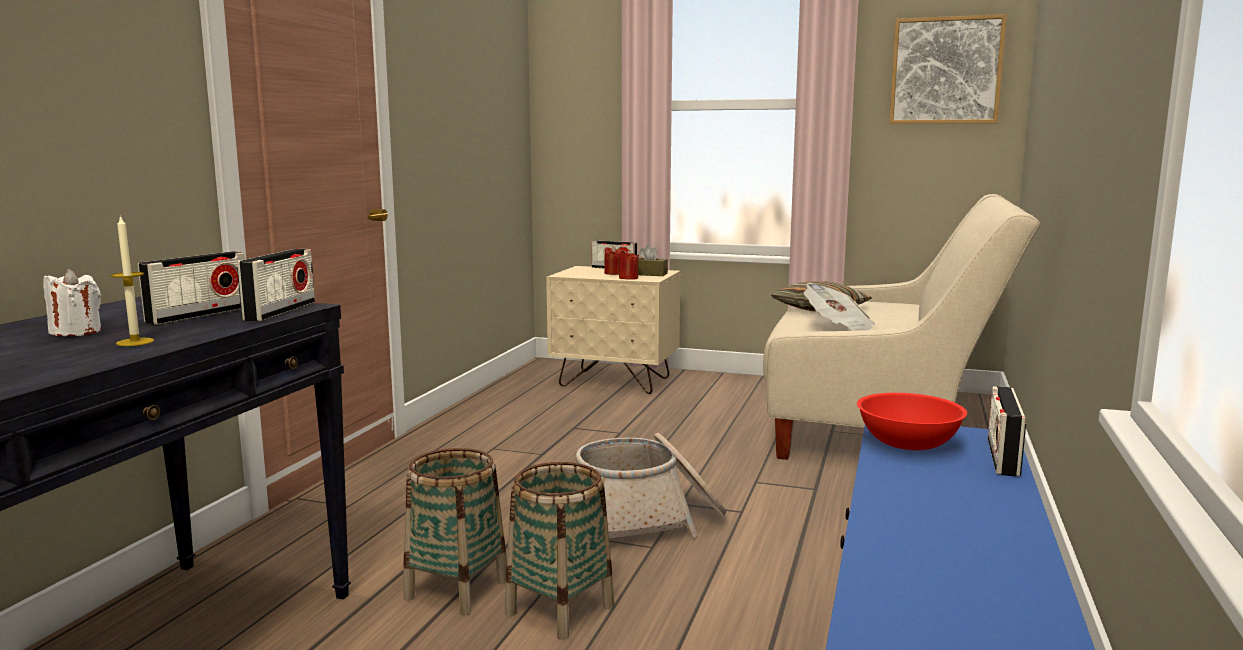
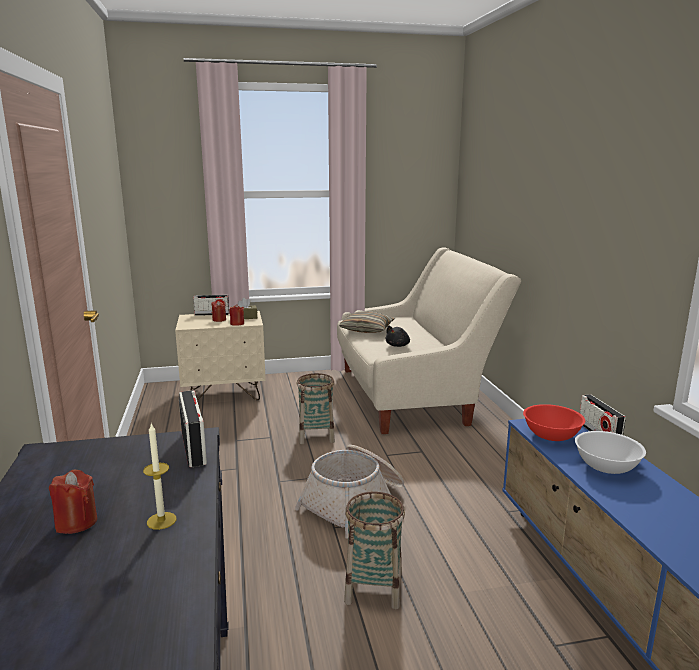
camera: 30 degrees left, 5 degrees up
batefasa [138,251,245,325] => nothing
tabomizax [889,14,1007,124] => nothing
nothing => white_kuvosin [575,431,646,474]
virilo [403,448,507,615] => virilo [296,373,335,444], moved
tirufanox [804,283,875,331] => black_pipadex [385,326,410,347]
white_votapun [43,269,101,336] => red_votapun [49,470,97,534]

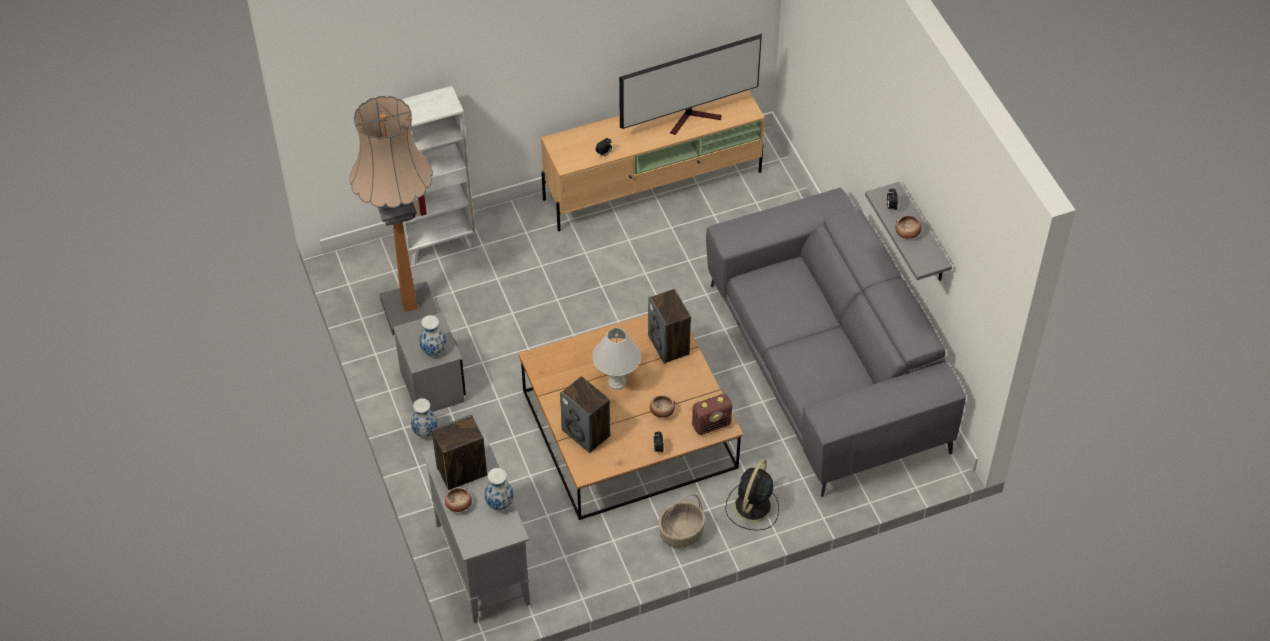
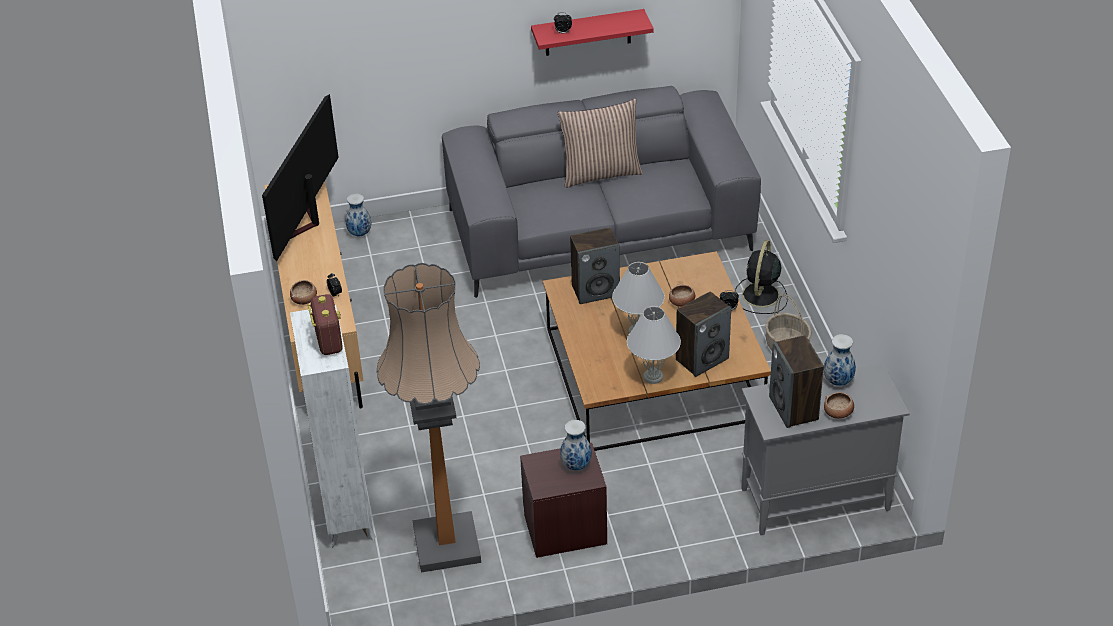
camera: 80 degrees left, 10 degrees down
nothing => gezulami [558,99,643,188]
nothing => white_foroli [627,306,681,384]
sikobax [411,398,437,438] => sikobax [346,194,372,237], moved
batefasa [692,394,732,435] => batefasa [308,294,343,355], moved
kuvosin [895,215,922,239] => kuvosin [290,280,317,305], moved
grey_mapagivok [393,312,466,412] => brown_mapagivok [520,443,607,558]
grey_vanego [865,182,952,281] => red_vanego [531,9,654,56]
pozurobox [619,34,762,135] => pozurobox [262,94,339,261], 150 degrees counterclockwise
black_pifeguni [725,459,779,531] => black_pifeguni [735,240,788,314], 75 degrees clockwise

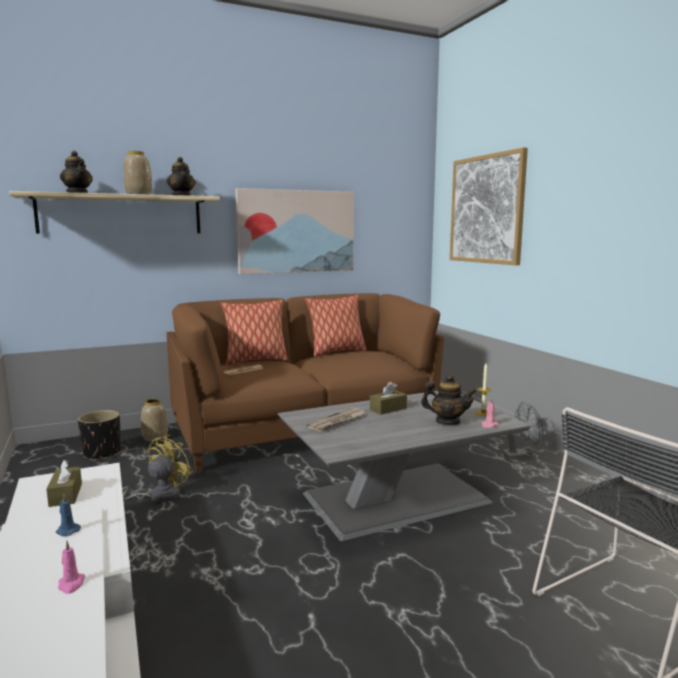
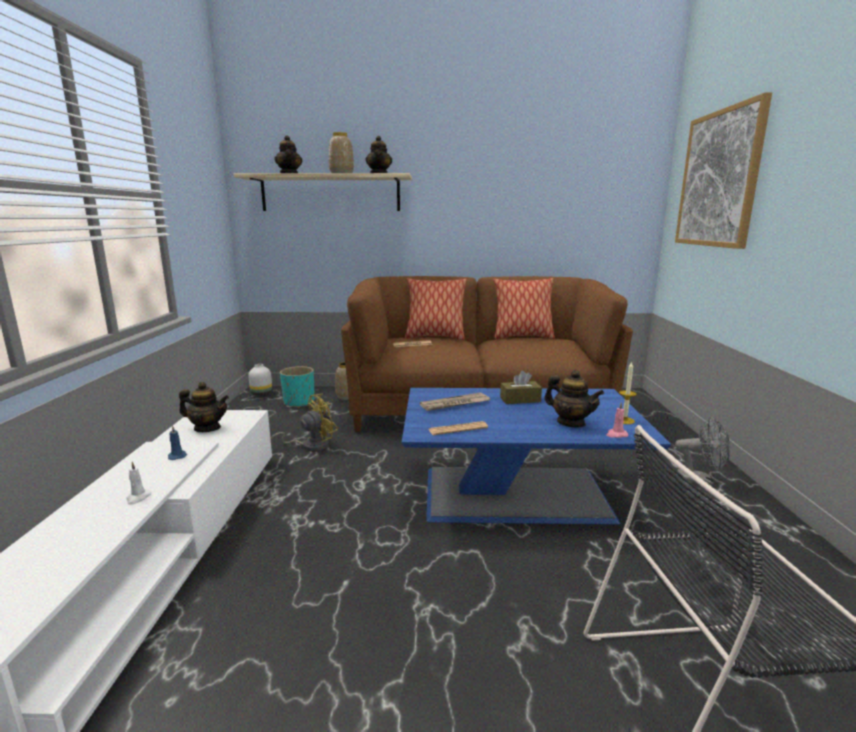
camera: 25 degrees right, 5 degrees up
tabomizax [235,188,354,274] => nothing
nothing => white_sikobax [248,364,272,396]
nothing => tirufanox [428,421,488,435]
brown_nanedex [46,460,82,507] => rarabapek [179,382,229,432]
pink_votapun [58,541,85,594] => white_votapun [126,462,151,505]
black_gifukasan [78,410,121,459] => turquoise_gifukasan [280,366,314,408]
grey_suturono [278,391,531,541] => blue_suturono [402,388,671,524]

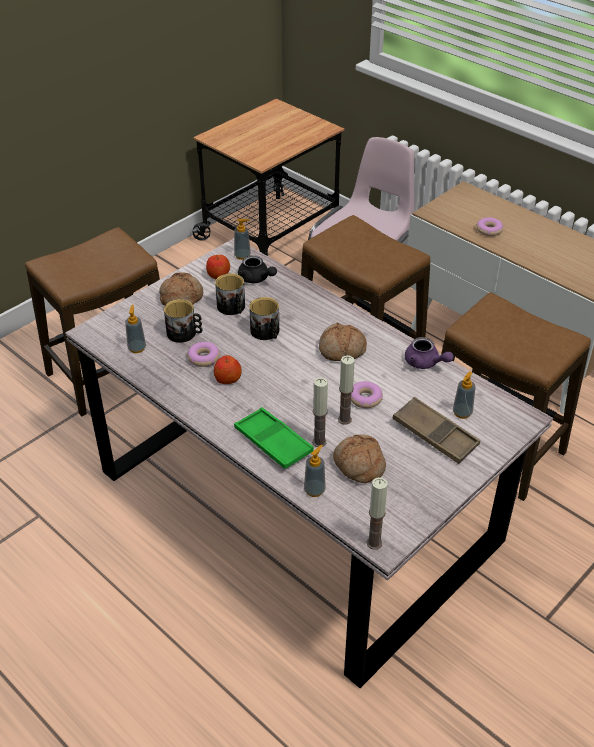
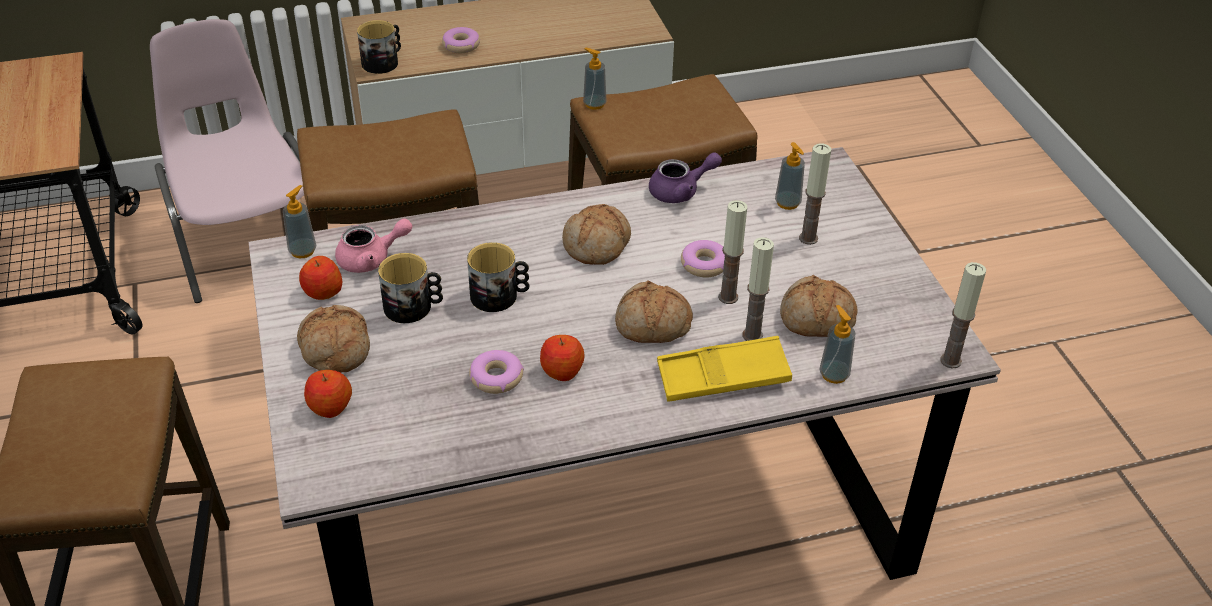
camera: 60 degrees left, 0 degrees up
nothing => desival [304,370,352,418]
nothing => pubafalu [615,281,693,343]
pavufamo [125,305,146,353] => pavufamo [583,48,607,110], moved
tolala [164,299,202,343] => tolala [357,20,401,74], moved
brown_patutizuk [392,397,480,464] => votapun [799,144,832,245]
green_patutizuk [234,407,314,469] => yellow_patutizuk [657,336,792,401]
black_rarabapek [238,255,277,283] => pink_rarabapek [335,218,412,273]

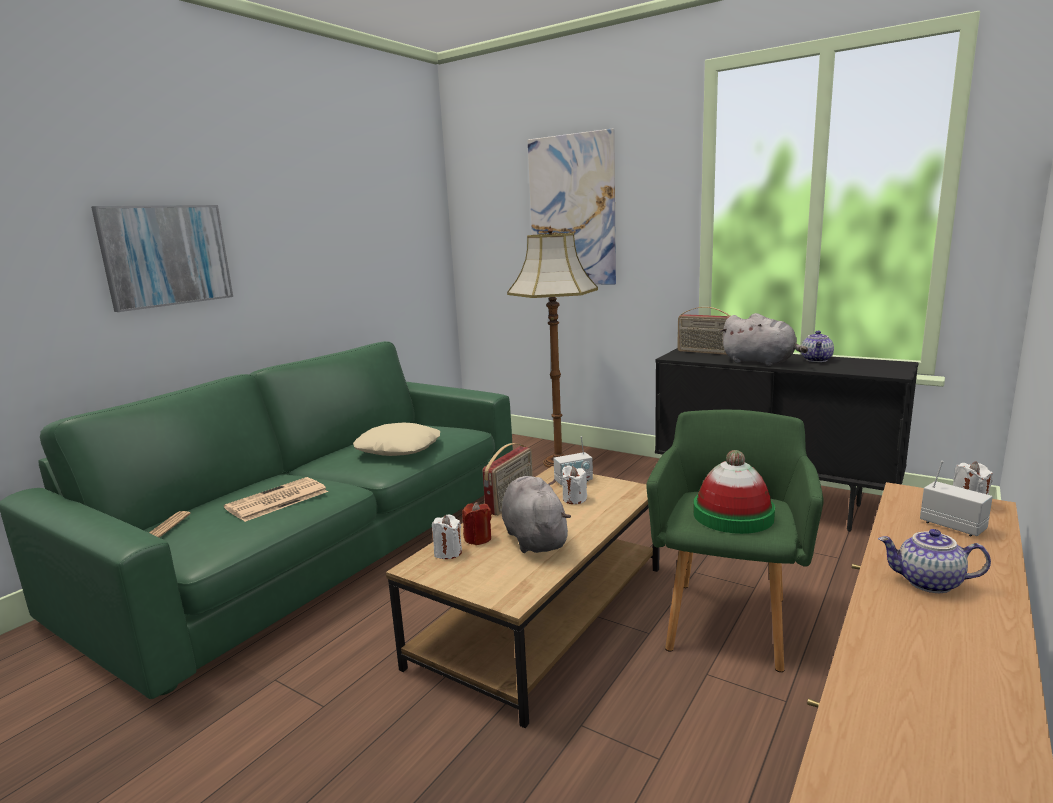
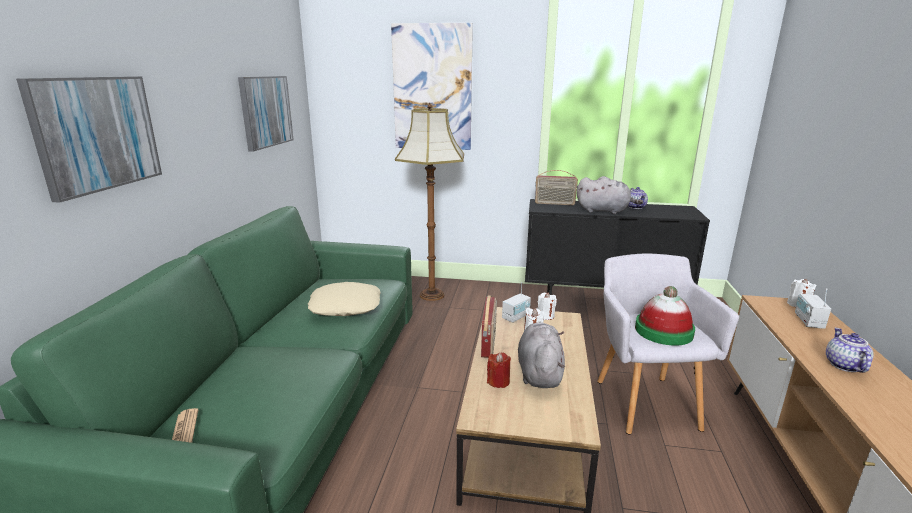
camera: 25 degrees left, 5 degrees up
tirufanox [224,477,328,522] => nothing
nothing => tabomizax [238,76,294,152]
white_votapun [432,514,462,559] => white_votapun [537,293,557,320], moved
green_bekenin [646,410,824,672] => grey_bekenin [597,253,739,434]
grey_pipadex [502,476,571,553] => grey_pipadex [518,323,565,388], 45 degrees clockwise
rarabapek [878,529,991,593] => rarabapek [826,328,873,373], 105 degrees clockwise
batefasa [920,461,993,536] => batefasa [795,288,831,329], 105 degrees counterclockwise

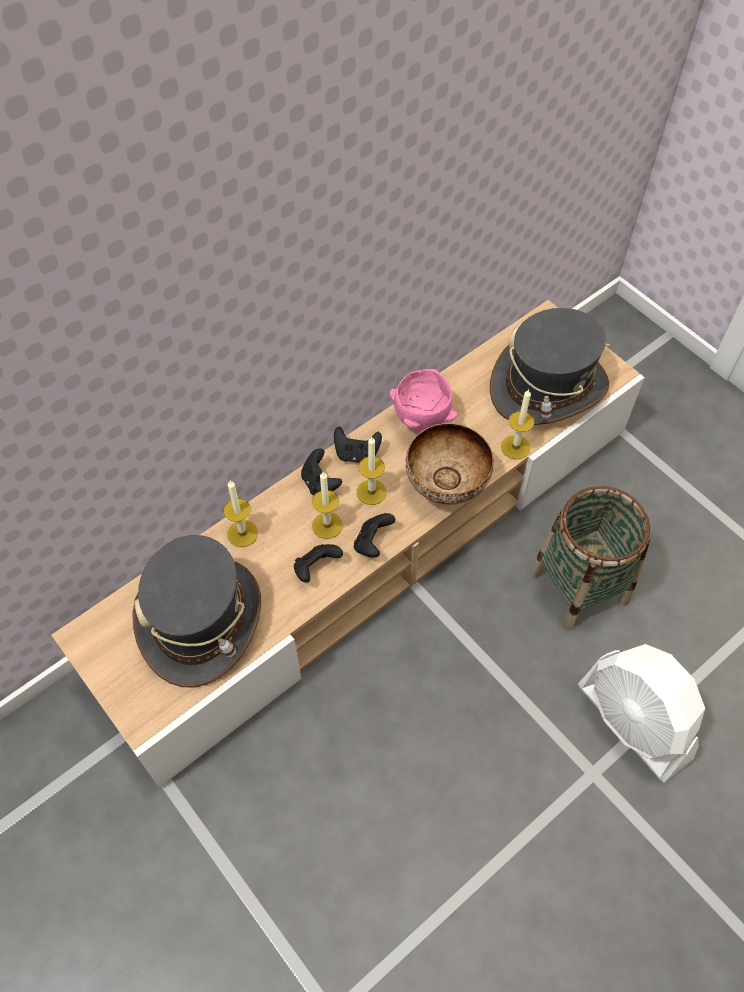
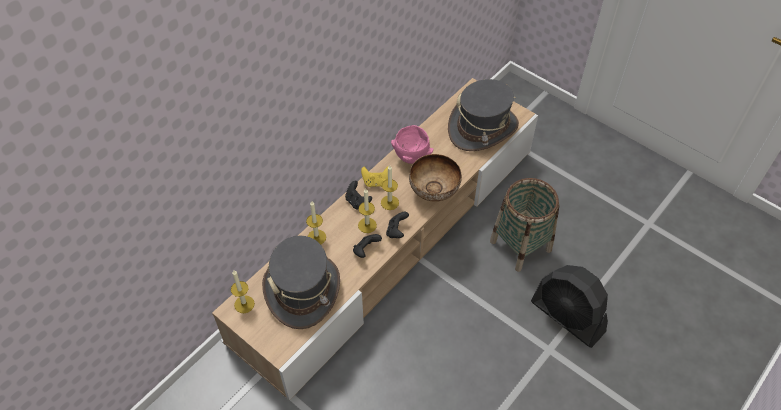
camera: 10 degrees left, 5 degrees down
votapun [501,389,534,459] => votapun [231,271,255,313], moved
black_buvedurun [334,426,382,463] => yellow_buvedurun [361,166,389,187]
white_pifeguni [578,644,705,783] => black_pifeguni [531,265,608,348]

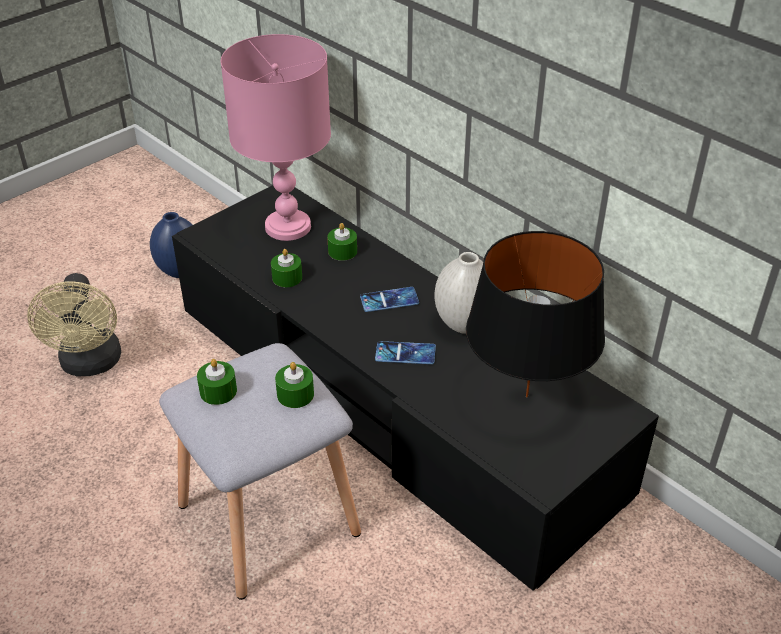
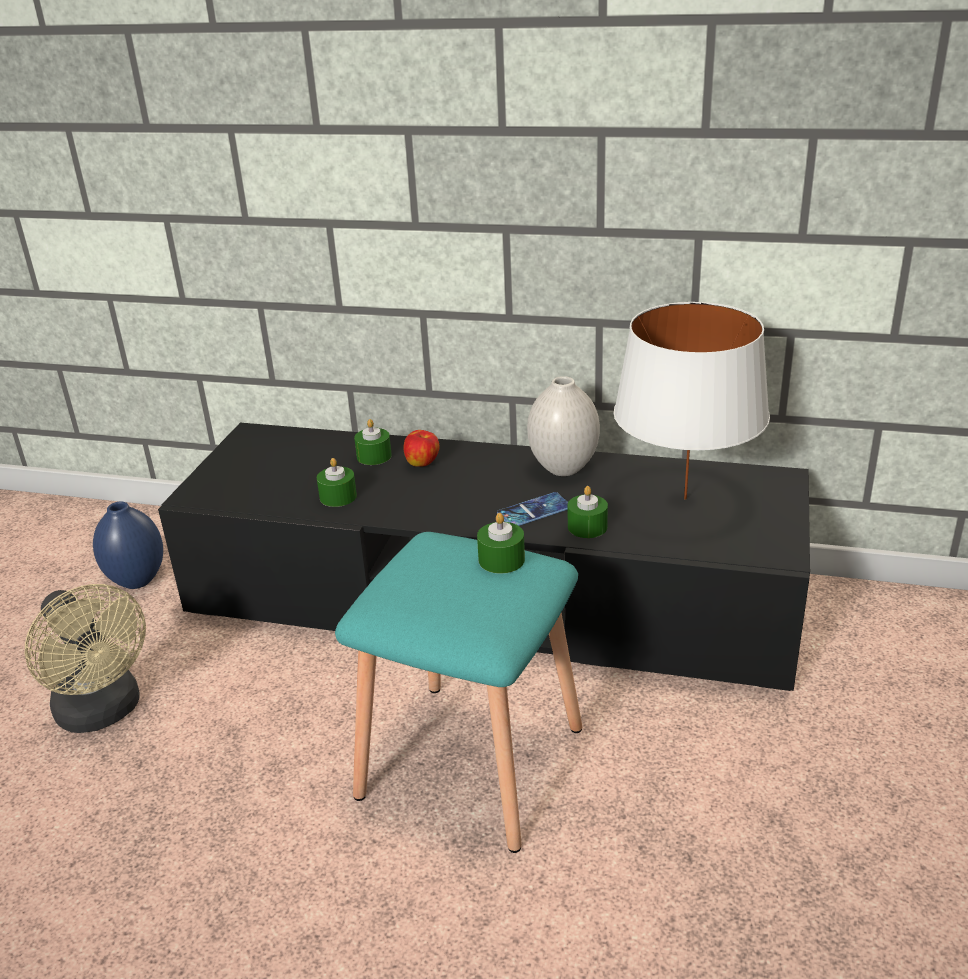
camera: 30 degrees left, 10 degrees down
pink_foroli [221,34,331,241] => nothing
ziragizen [360,287,419,312] => nothing
nothing => desival [404,430,439,467]
green_votapun [197,359,237,405] => green_votapun [568,486,608,538], moved
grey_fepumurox [159,343,361,600] => turquoise_fepumurox [335,532,582,853]
black_foroli [466,231,605,397] => white_foroli [614,302,770,500]

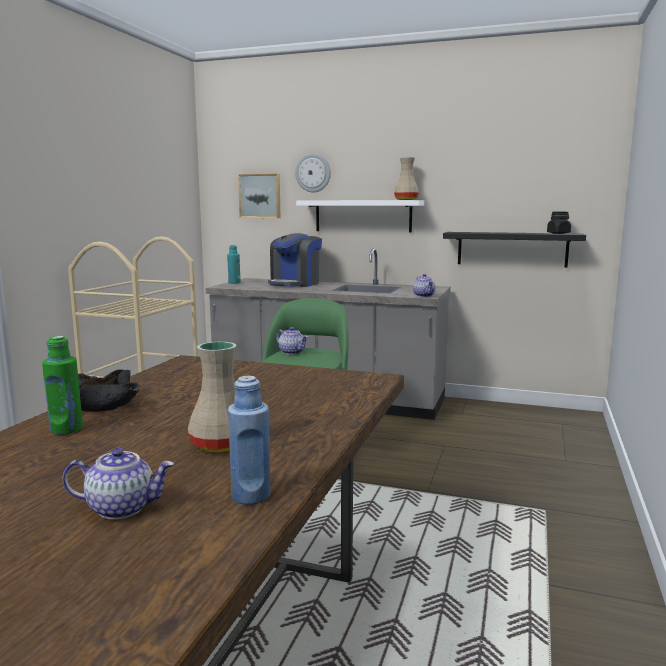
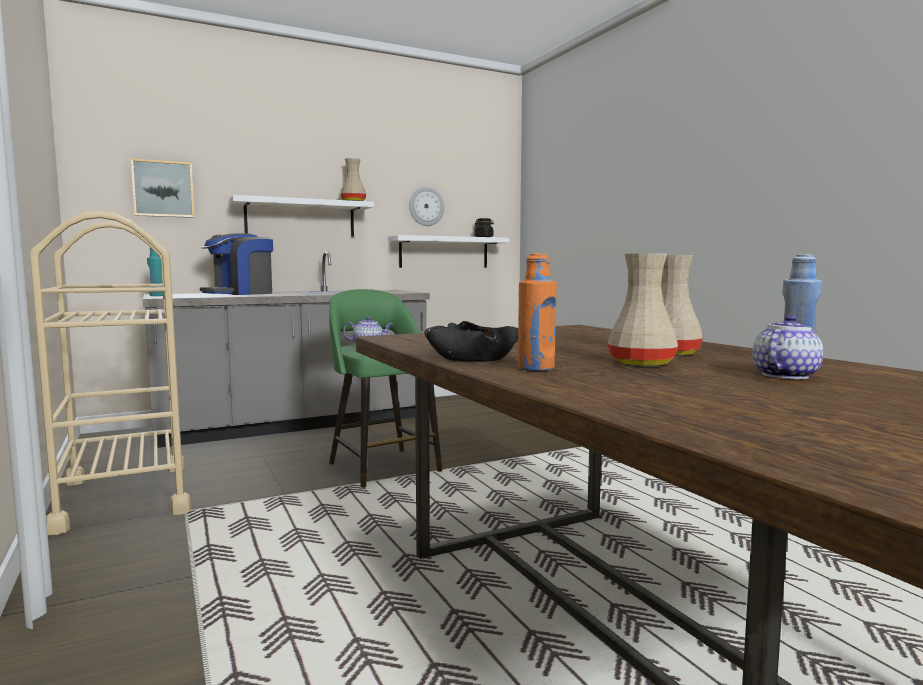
camera: 45 degrees left, 5 degrees down
rarabapek [413,274,436,297] => nothing
nothing => beige_sikobax [608,253,678,366]
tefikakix [295,153,331,192] => tefikakix [409,187,444,226], moved
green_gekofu [42,336,83,435] => orange_gekofu [518,253,557,371]
black_vanego [443,232,586,267] => white_vanego [388,235,509,268]
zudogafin [268,233,322,287] => zudogafin [200,233,273,295], 60 degrees clockwise

